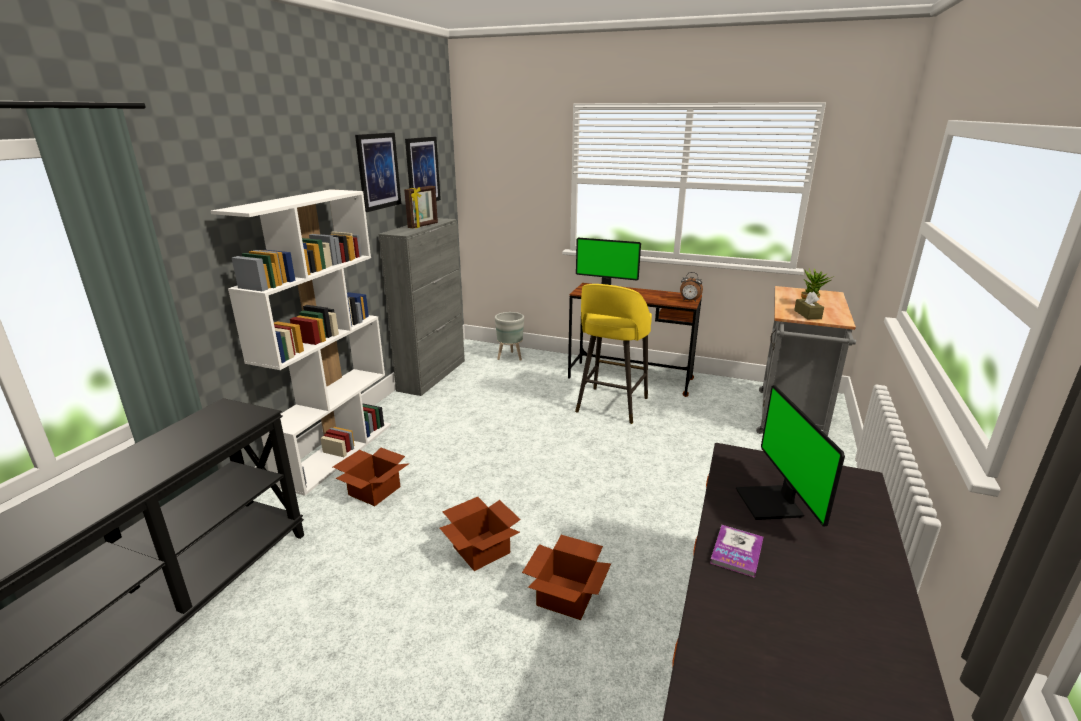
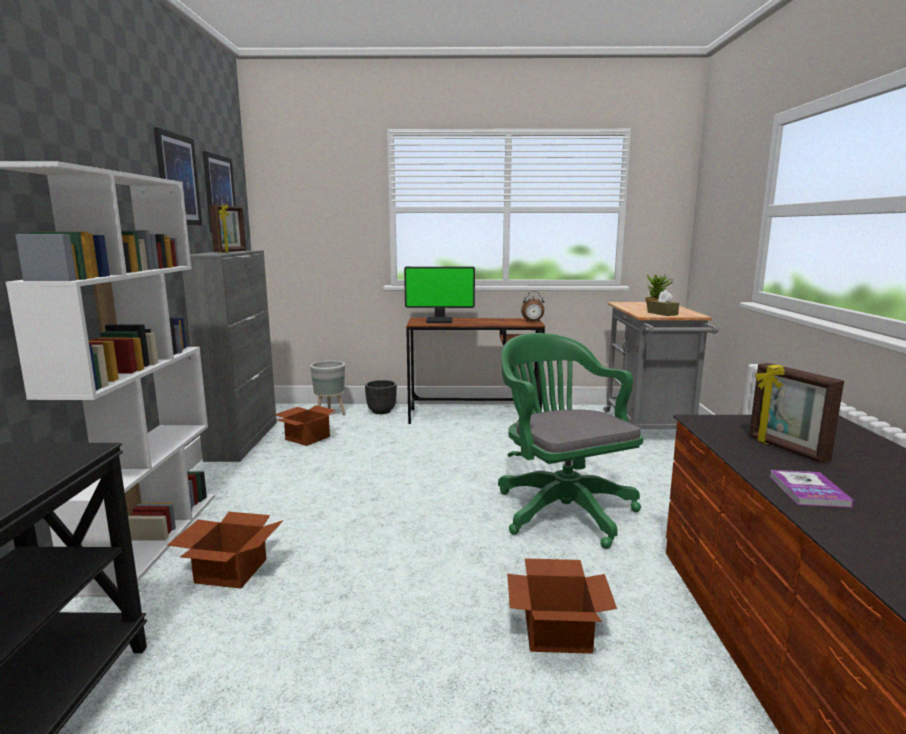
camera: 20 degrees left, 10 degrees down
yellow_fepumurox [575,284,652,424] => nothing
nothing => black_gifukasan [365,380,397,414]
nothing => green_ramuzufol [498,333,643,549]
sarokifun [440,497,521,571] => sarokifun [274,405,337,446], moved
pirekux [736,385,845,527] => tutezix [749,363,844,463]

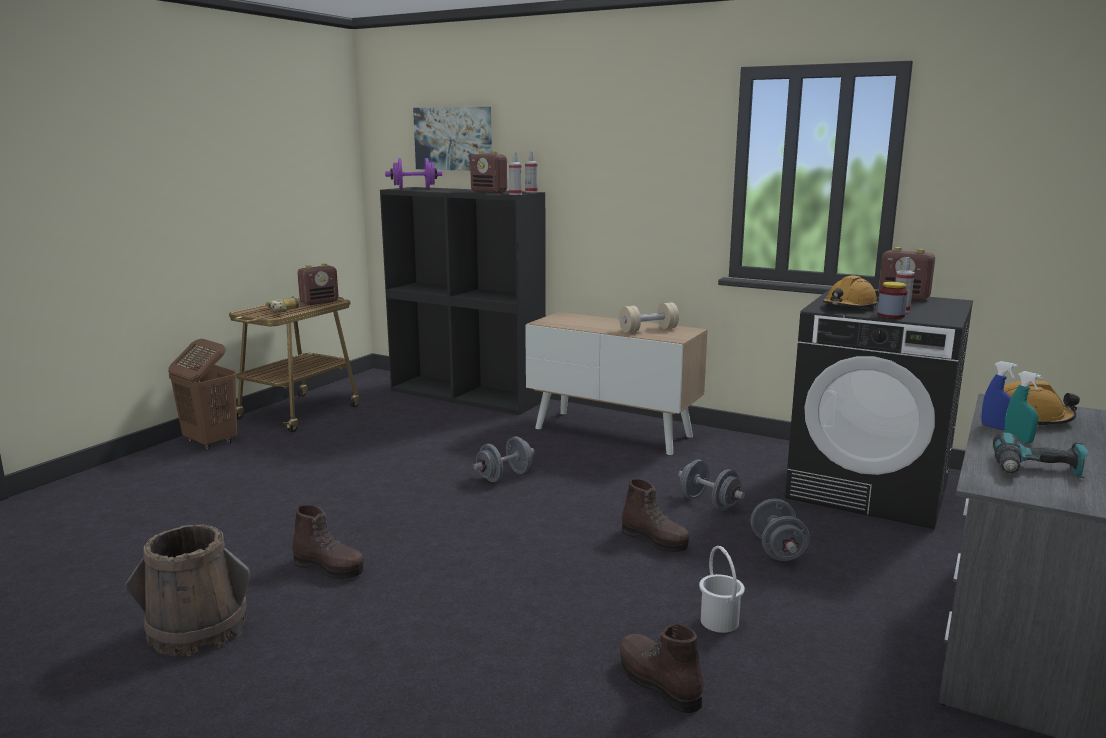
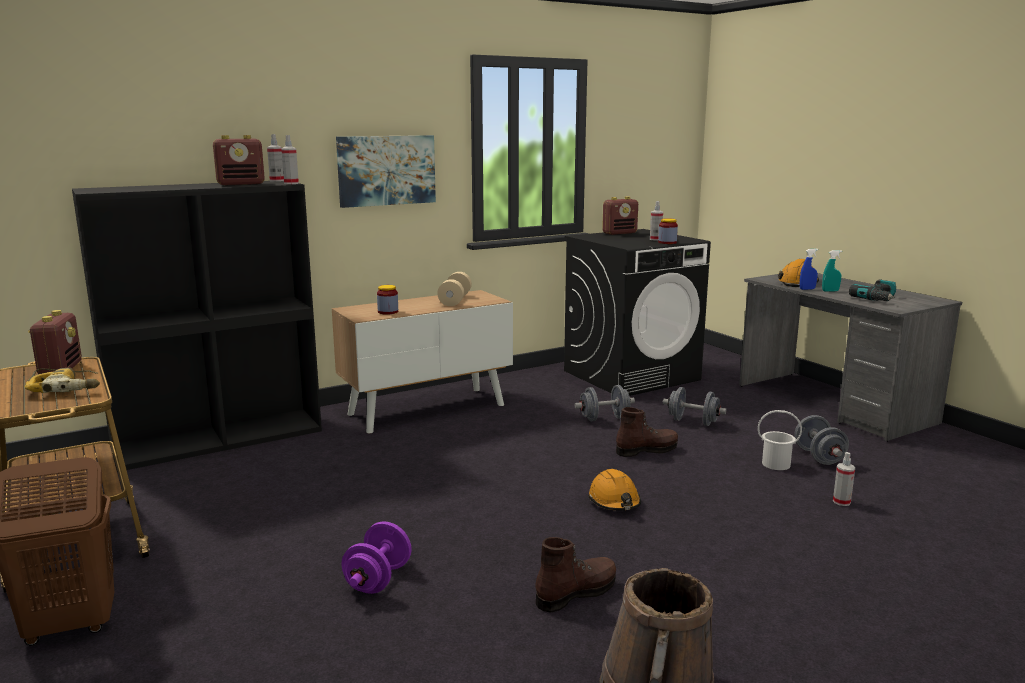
camera: 60 degrees left, 0 degrees up
nothing => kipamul [377,285,398,315]
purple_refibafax [385,158,442,189] => purple_refibafax [342,521,412,594], moved
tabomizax [413,107,492,171] => tabomizax [336,135,436,208], moved
grey_refibafax [473,437,535,482] => grey_refibafax [794,415,849,465], moved
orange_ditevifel [823,275,879,308] => orange_ditevifel [588,469,641,510], moved
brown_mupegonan [620,624,704,713] => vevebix [833,452,855,506]

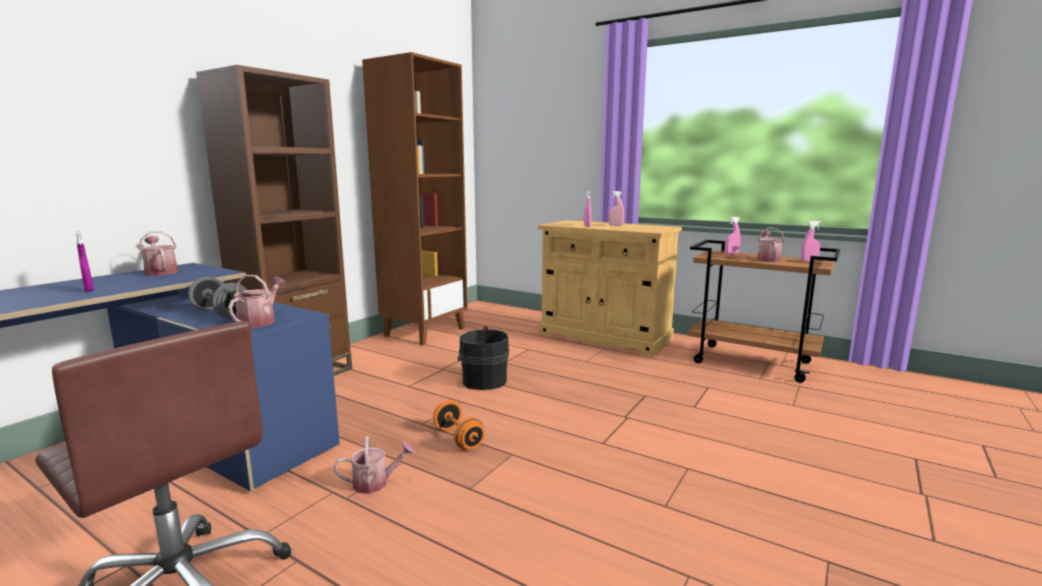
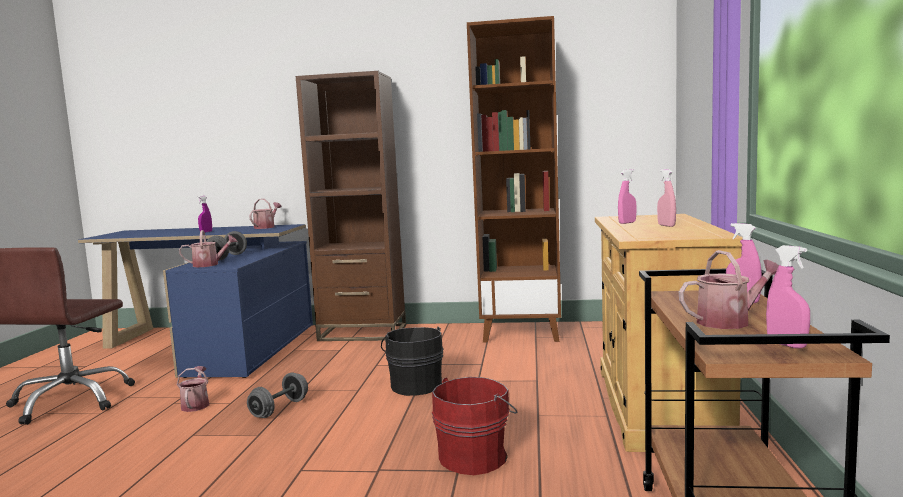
camera: 65 degrees right, 5 degrees down
nothing => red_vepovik [432,377,518,475]
orange_refibafax [433,401,485,449] => grey_refibafax [247,372,308,418]
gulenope [334,436,415,494] => gulenope [177,366,209,412], 150 degrees counterclockwise

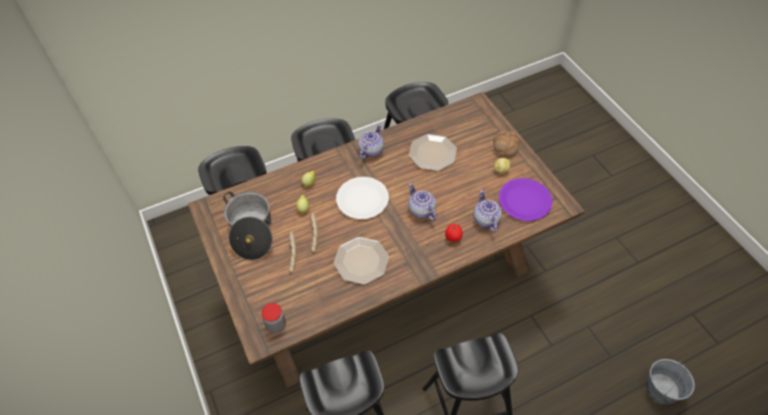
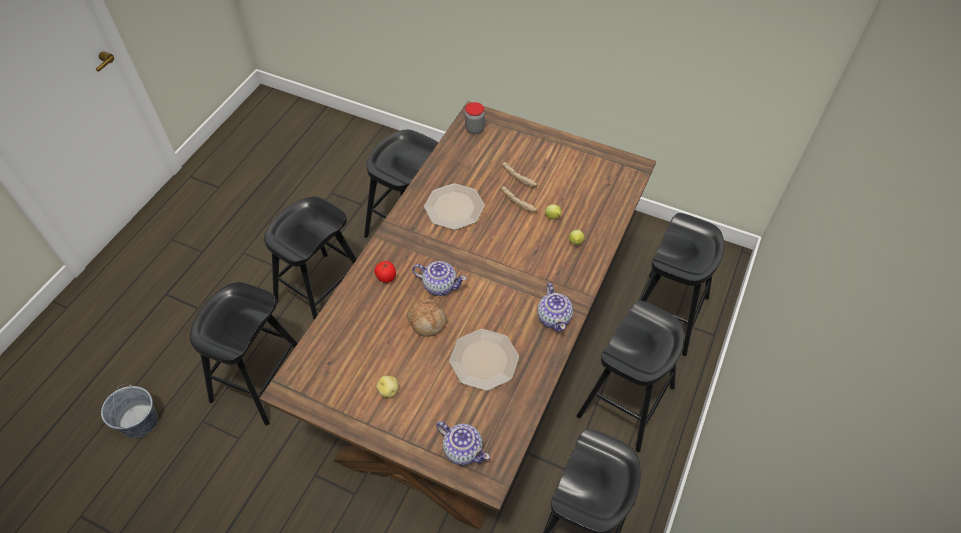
camera: 140 degrees right, 0 degrees up
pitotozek [223,192,273,260] => nothing
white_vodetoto [336,177,389,219] => nothing
purple_vodetoto [499,178,553,221] => nothing
nothing => black_fepumurox [190,282,298,426]
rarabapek [473,190,502,233] => rarabapek [436,421,490,465], moved
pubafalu [493,131,520,157] => pubafalu [407,299,447,337], moved

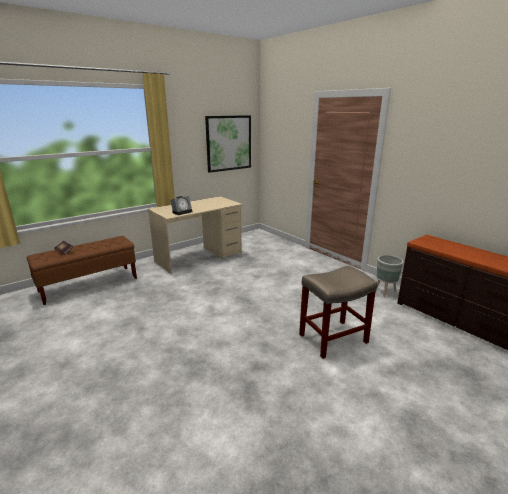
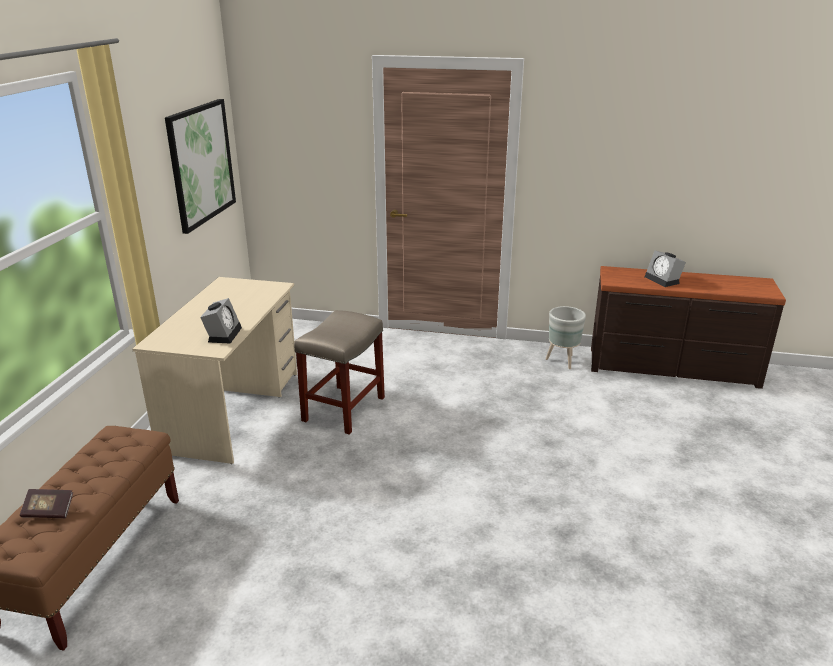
camera: 40 degrees left, 5 degrees up
nothing => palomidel [645,251,686,287]
beige_fepumurox [299,266,377,359] => beige_fepumurox [294,310,385,435], moved

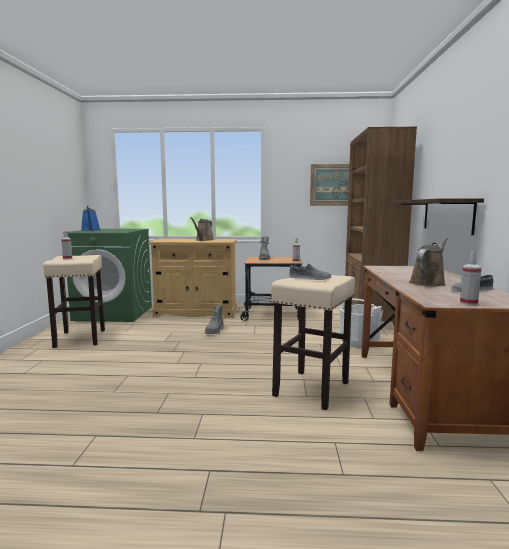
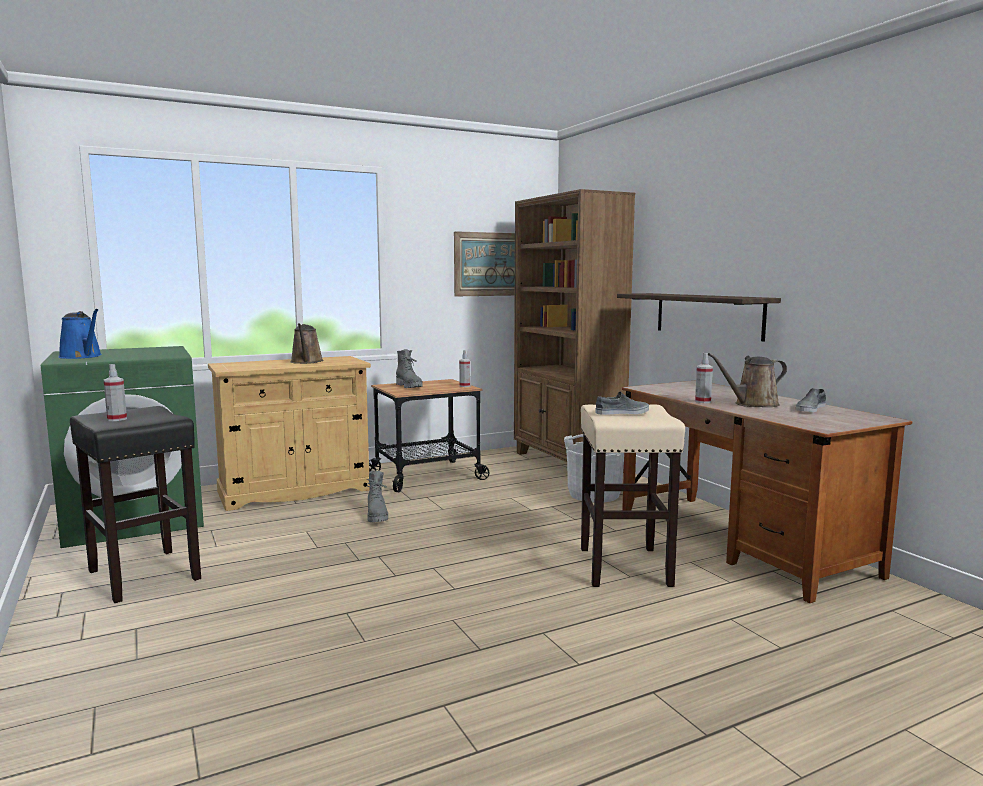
camera: 30 degrees left, 0 degrees up
vevebix [460,252,482,306] => vevebix [695,353,713,403], moved
beige_fepumurox [43,255,105,348] => black_fepumurox [70,406,201,603]
brown_gulenope [409,237,448,287] => brown_gulenope [708,353,787,407], 120 degrees counterclockwise

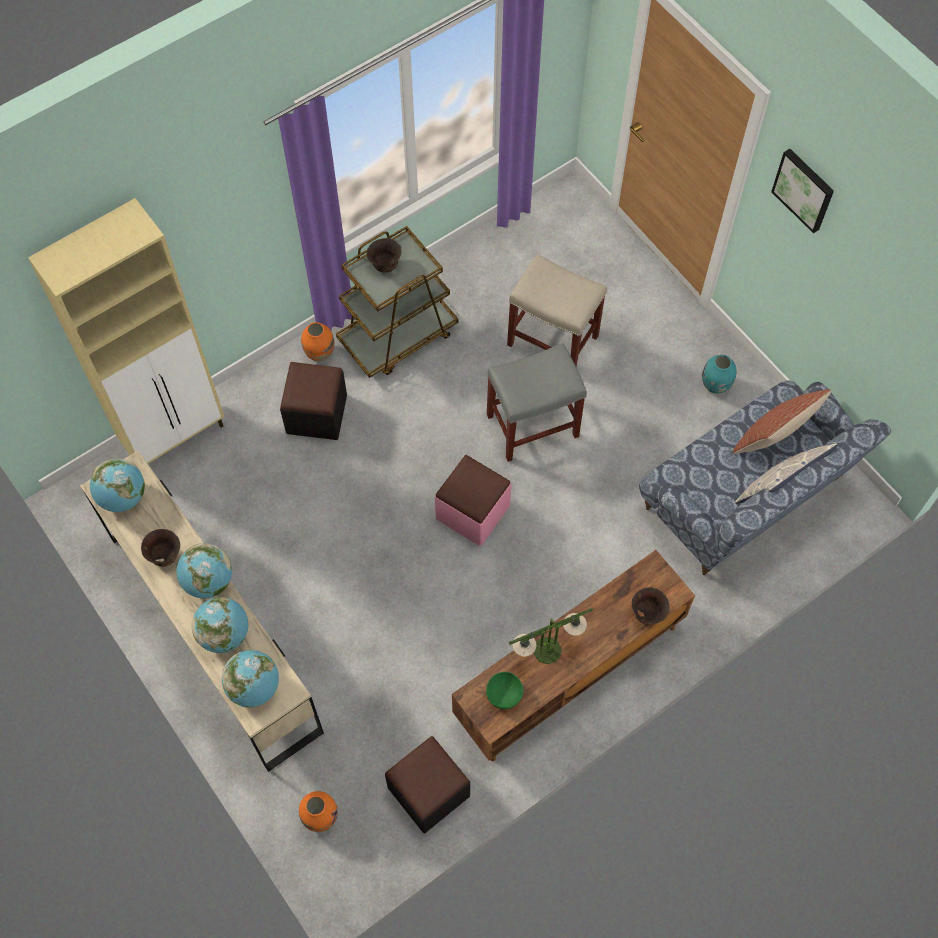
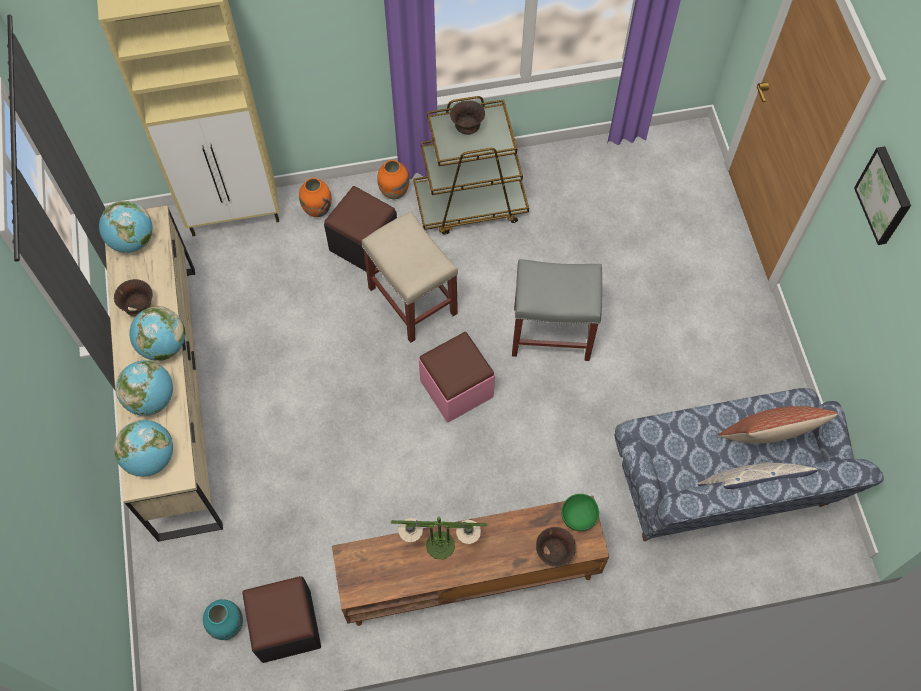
camera: 25 degrees right, 0 degrees up
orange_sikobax [299,791,338,832] => orange_sikobax [299,178,332,217], moved
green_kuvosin [486,672,523,709] => green_kuvosin [561,494,599,531], moved
beige_fepumurox [507,254,607,367] => beige_fepumurox [362,211,458,343], moved
turquoise_sikobax [702,355,737,394] => turquoise_sikobax [203,599,243,640], moved

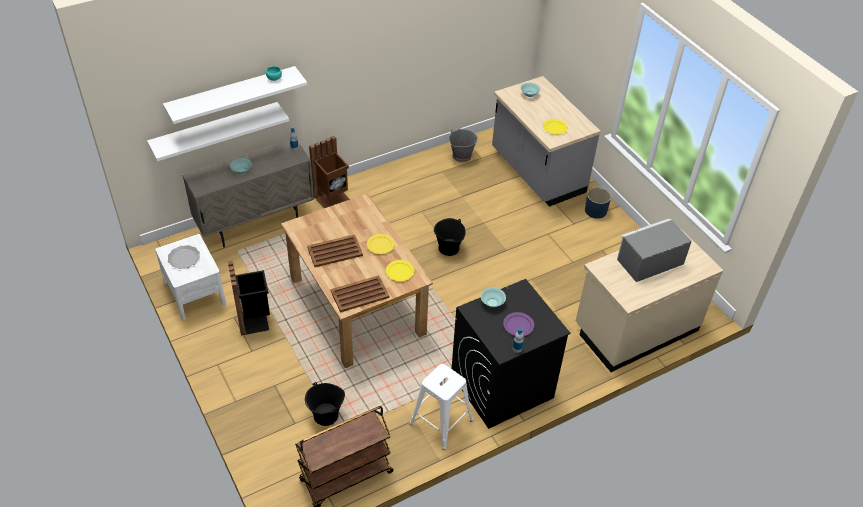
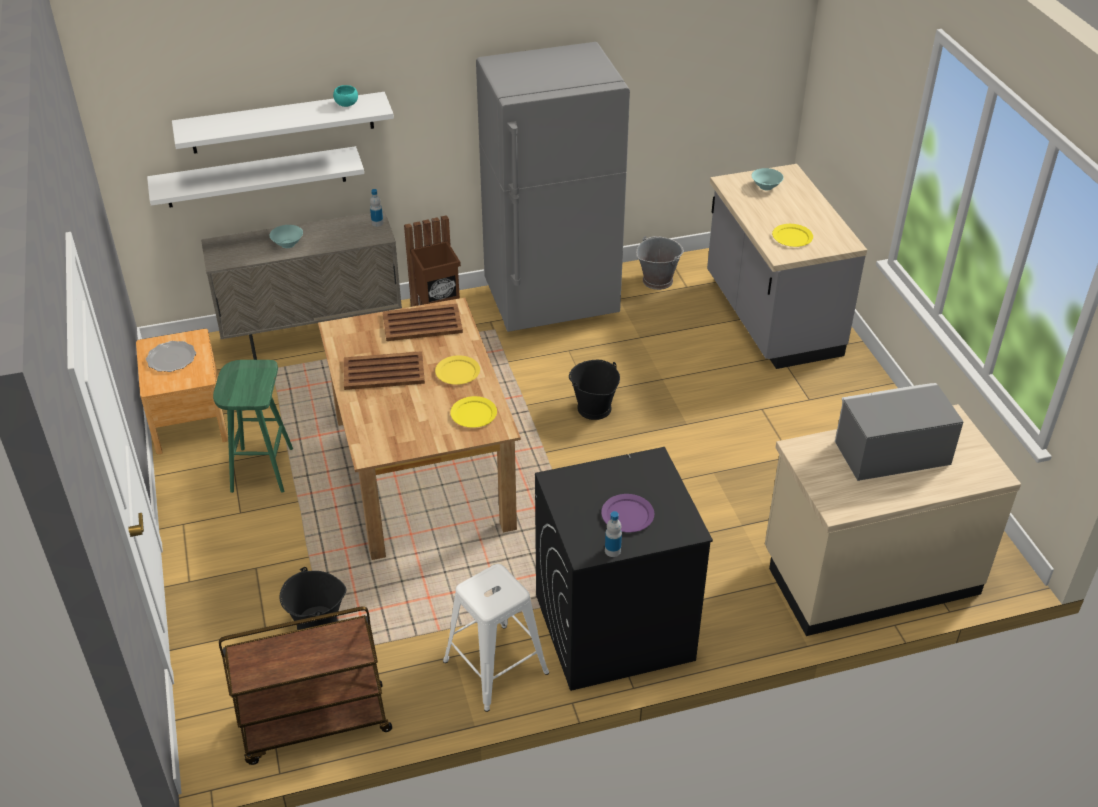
camera: 15 degrees right, 5 degrees down
turquoise_kuvosin [481,287,506,307] => nothing
blue_gifukasan [585,188,611,219] => nothing
nothing => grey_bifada [476,42,630,332]
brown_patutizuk [330,275,390,312] => brown_patutizuk [383,304,463,341], moved
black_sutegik [228,261,270,335] => green_fepumurox [213,360,293,493]
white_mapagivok [155,234,226,320] => brown_mapagivok [136,329,228,454]

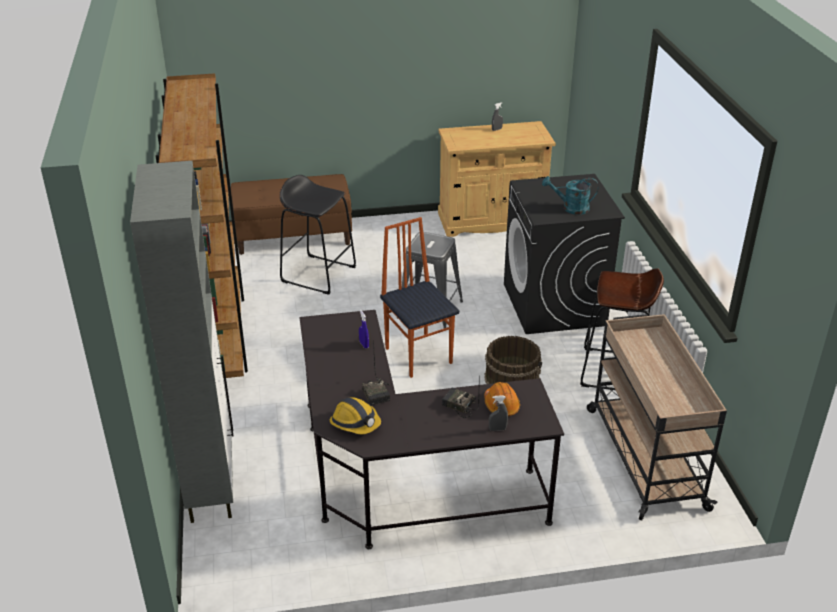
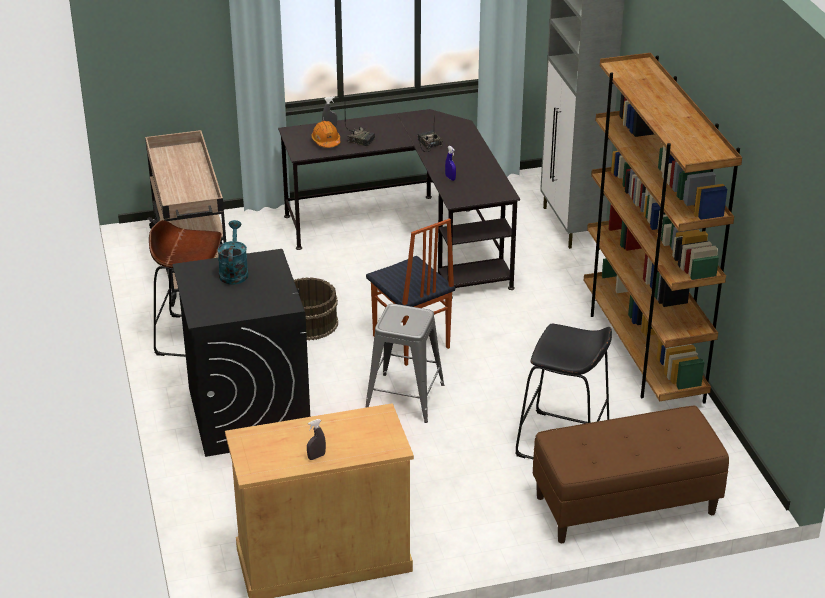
camera: 175 degrees right, 0 degrees up
ditevifel [330,397,381,434] => nothing
turquoise_gulenope [542,176,598,215] => turquoise_gulenope [218,220,248,285], 90 degrees counterclockwise

